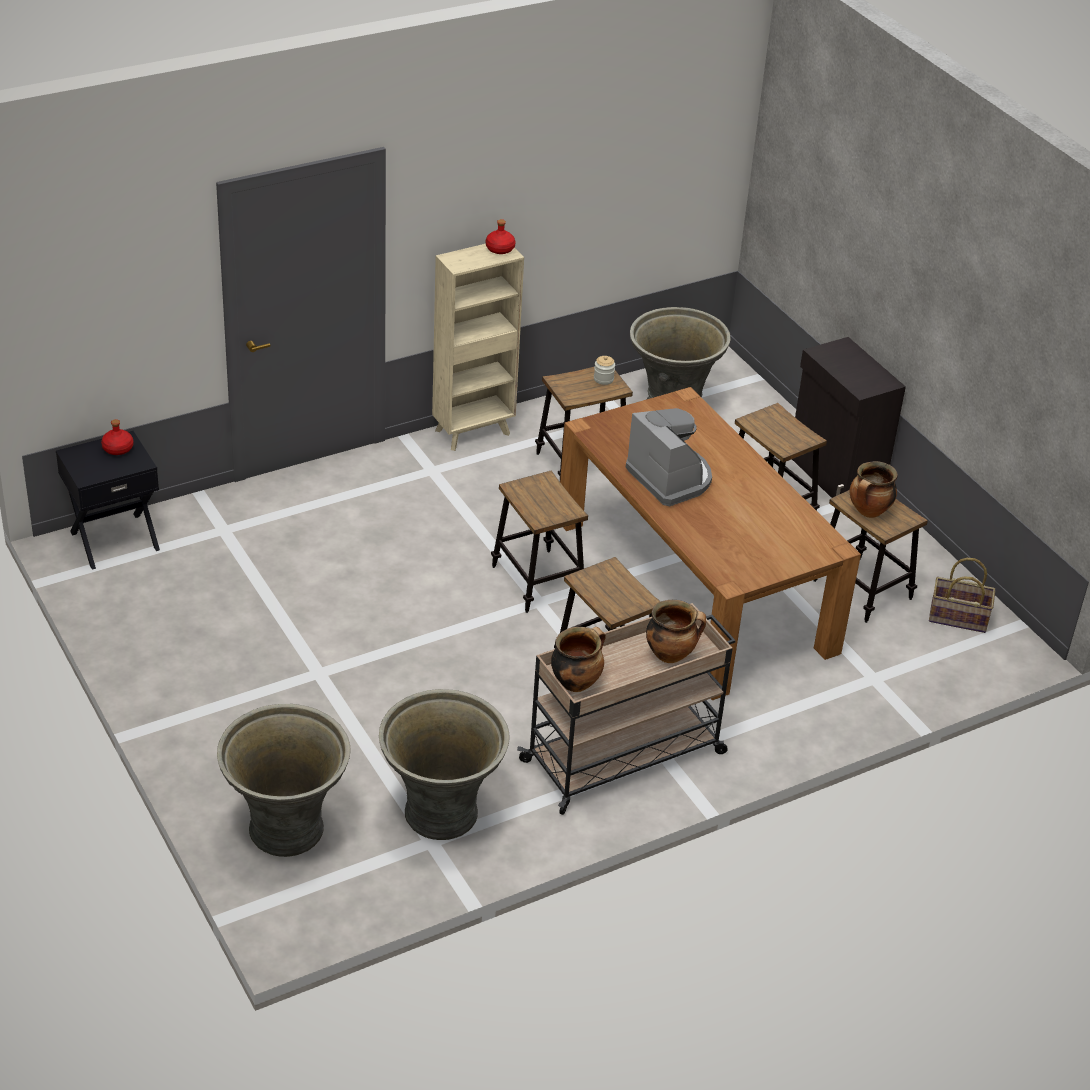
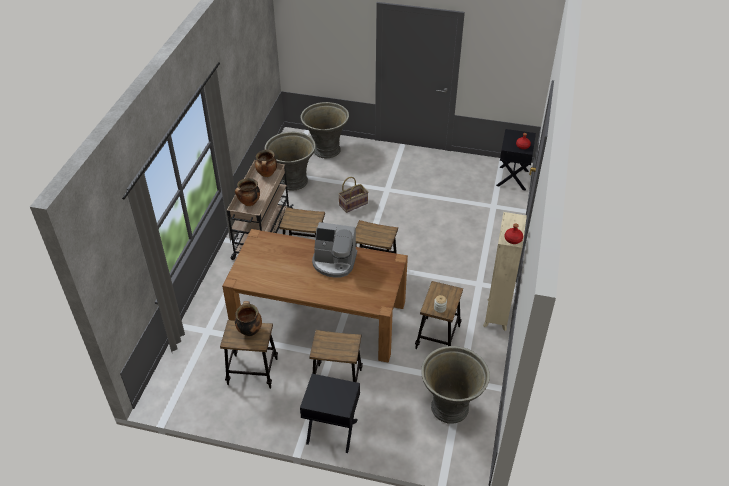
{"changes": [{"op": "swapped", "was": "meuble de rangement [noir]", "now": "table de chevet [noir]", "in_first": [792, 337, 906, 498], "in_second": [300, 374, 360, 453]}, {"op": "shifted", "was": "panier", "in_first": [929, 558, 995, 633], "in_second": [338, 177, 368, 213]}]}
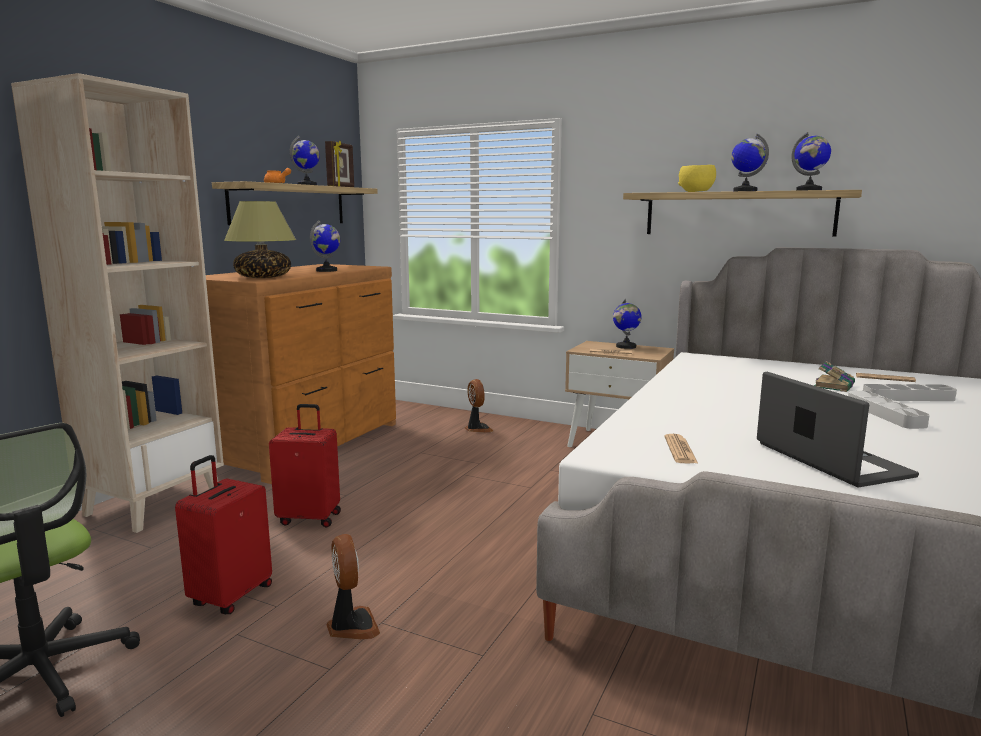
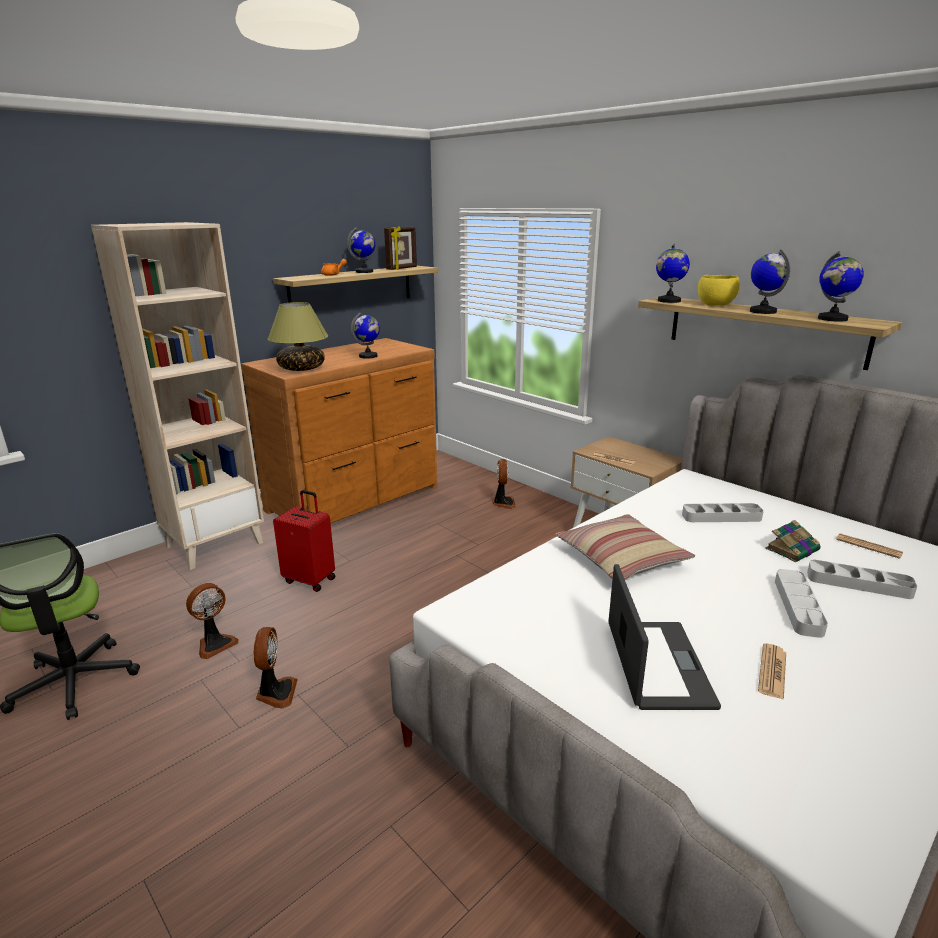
{"changes": [{"op": "swapped", "was": "valise [rouge]", "now": "ventilateur", "in_first": [175, 455, 272, 614], "in_second": [186, 583, 239, 659]}, {"op": "new", "now": "coussin", "in_second": [555, 514, 695, 580]}, {"op": "shifted", "was": "globe", "in_first": [613, 299, 641, 349], "in_second": [656, 243, 690, 303]}, {"op": "new", "now": "plateau [gris]", "in_second": [682, 503, 764, 522]}, {"op": "shifted", "was": "journal", "in_first": [664, 434, 698, 463], "in_second": [758, 644, 786, 700]}]}
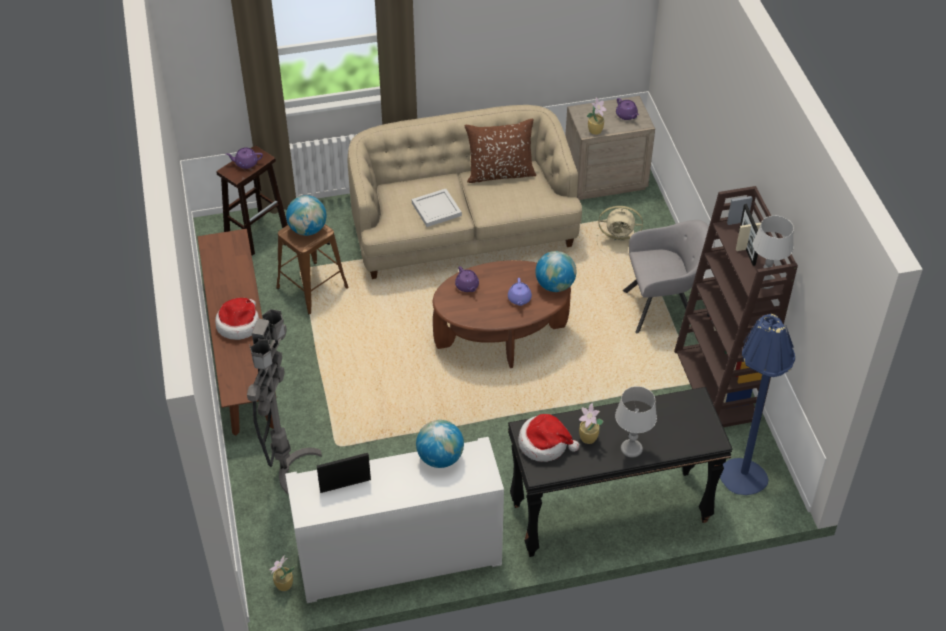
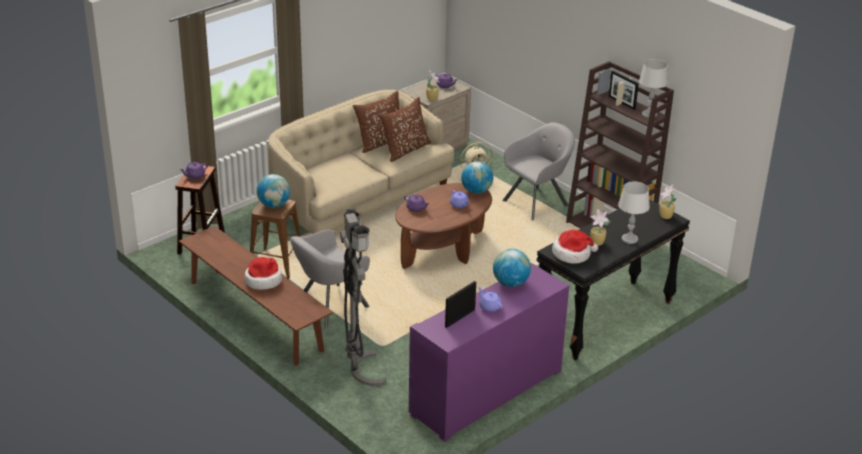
{"changes": [{"op": "new", "now": "fauteuil [gris]", "in_second": [290, 229, 370, 328]}, {"op": "new", "now": "coussin [marron]", "in_second": [379, 97, 431, 162]}, {"op": "repainted", "was": "meuble de rangement [blanc]", "now": "meuble de rangement [violet]", "in_first": [285, 437, 504, 603], "in_second": [409, 263, 569, 442]}, {"op": "new", "now": "théière [violet]", "in_second": [478, 287, 502, 312]}, {"op": "shifted", "was": "plante en pot", "in_first": [269, 555, 295, 591], "in_second": [659, 184, 676, 219]}, {"op": "gone", "was": "plateau [blanc]", "in_first": [412, 189, 462, 227]}, {"op": "gone", "was": "lampadaire [bleu]", "in_first": [720, 314, 795, 495]}]}
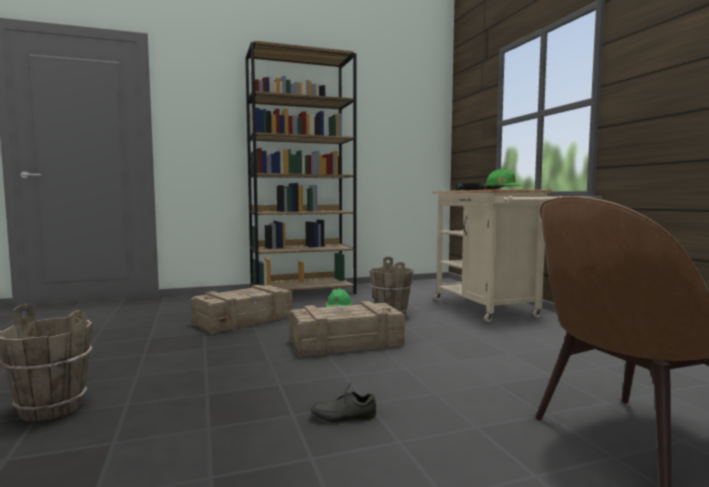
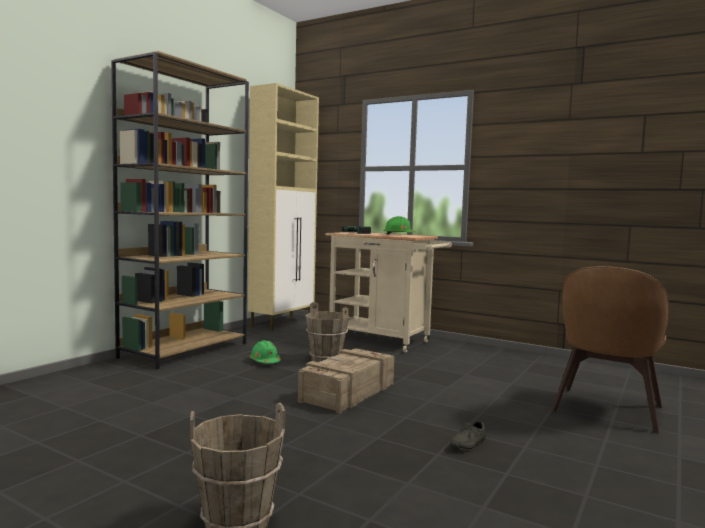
{"changes": [{"op": "new", "now": "meuble de rangement [beige]", "in_second": [248, 83, 319, 331]}, {"op": "gone", "was": "caisse", "in_first": [191, 285, 292, 334]}]}
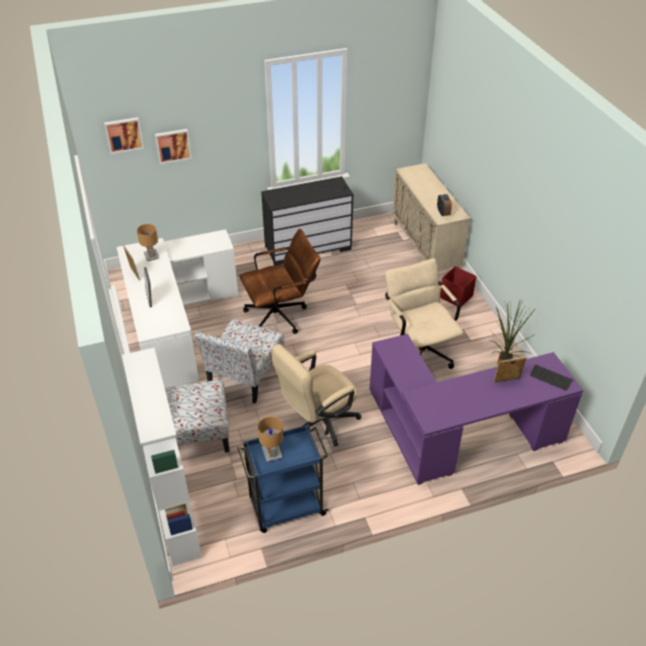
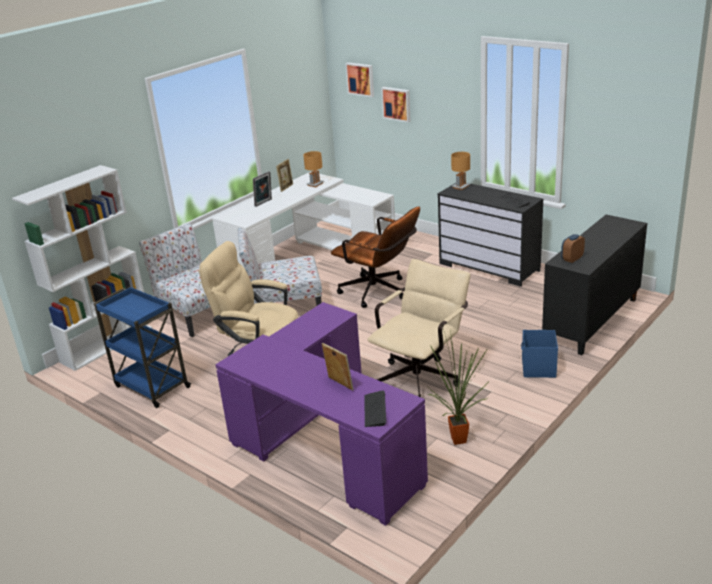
{"changes": [{"op": "shifted", "was": "lampe de table [marron]", "in_first": [258, 416, 283, 462], "in_second": [451, 152, 470, 190]}, {"op": "repainted", "was": "boîte de rangement [rouge]", "now": "boîte de rangement [bleu]", "in_first": [440, 266, 476, 307], "in_second": [521, 330, 558, 378]}, {"op": "repainted", "was": "meuble de rangement [beige]", "now": "meuble de rangement [noir]", "in_first": [392, 163, 470, 270], "in_second": [542, 215, 647, 355]}]}
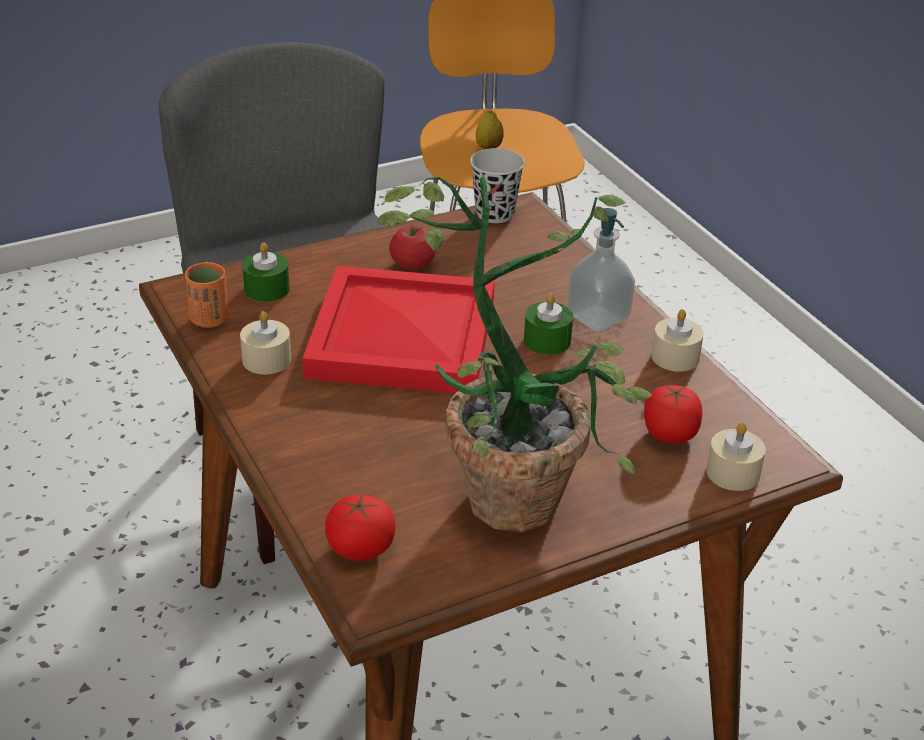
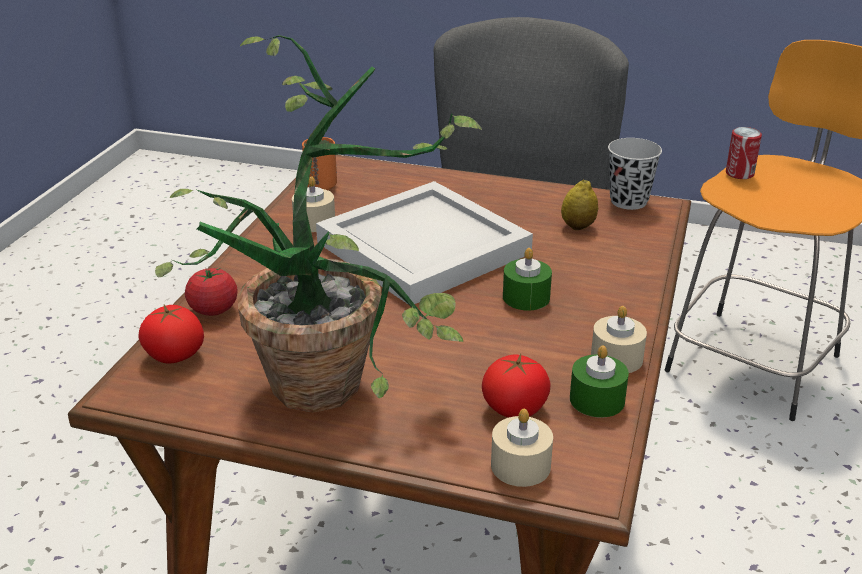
{"changes": [{"op": "shifted", "was": "tomate", "in_first": [389, 224, 436, 270], "in_second": [185, 268, 238, 316]}, {"op": "repainted", "was": "plateau [rouge]", "now": "plateau [blanc]", "in_first": [302, 266, 495, 393], "in_second": [316, 181, 533, 304]}, {"op": "shifted", "was": "citron", "in_first": [476, 111, 504, 149], "in_second": [561, 179, 598, 230]}, {"op": "shifted", "was": "bougie [vert]", "in_first": [242, 242, 290, 302], "in_second": [570, 345, 629, 418]}, {"op": "new", "now": "boîte métallique", "in_second": [726, 127, 762, 179]}, {"op": "gone", "was": "distributeur de savon", "in_first": [567, 208, 635, 332]}]}
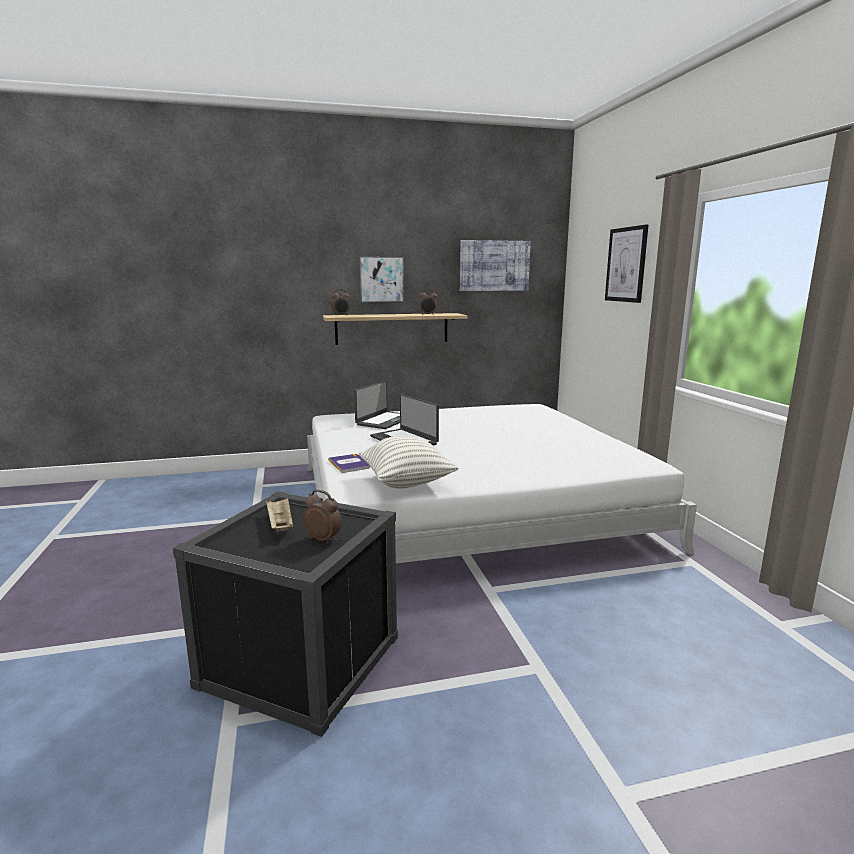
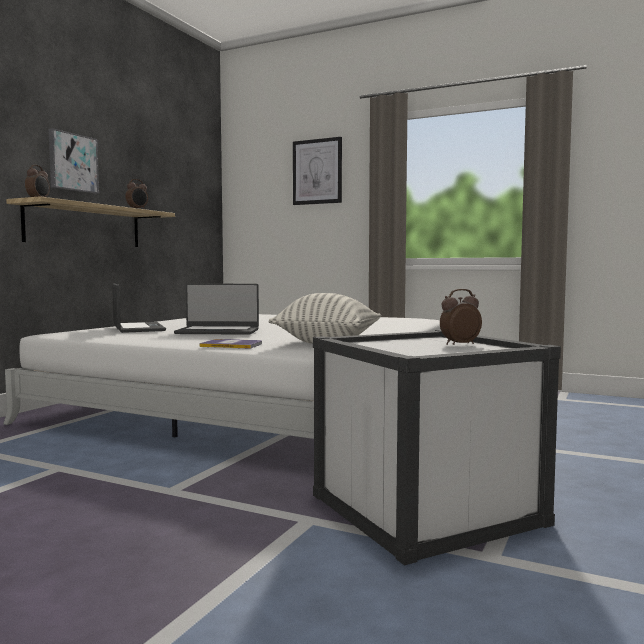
{"changes": [{"op": "repainted", "was": "boîte de rangement [noir]", "now": "boîte de rangement [blanc]", "in_first": [173, 491, 398, 737], "in_second": [313, 330, 561, 565]}, {"op": "gone", "was": "plateau [beige]", "in_first": [266, 498, 293, 531]}, {"op": "gone", "was": "tableau", "in_first": [460, 240, 531, 291]}]}
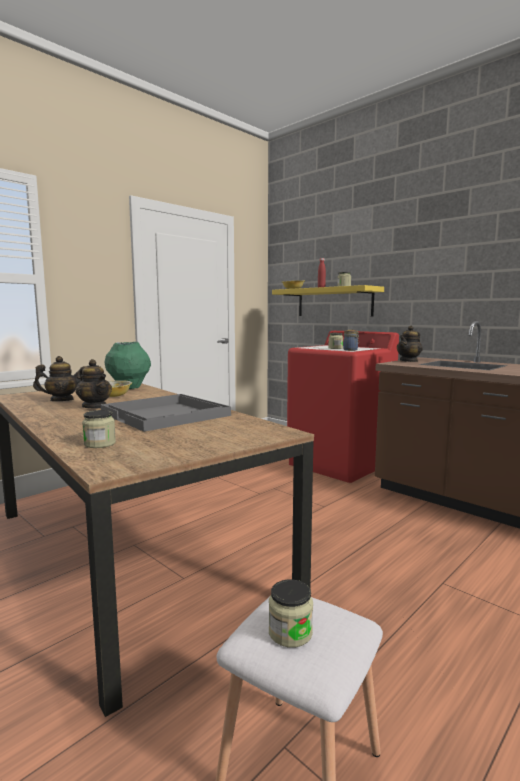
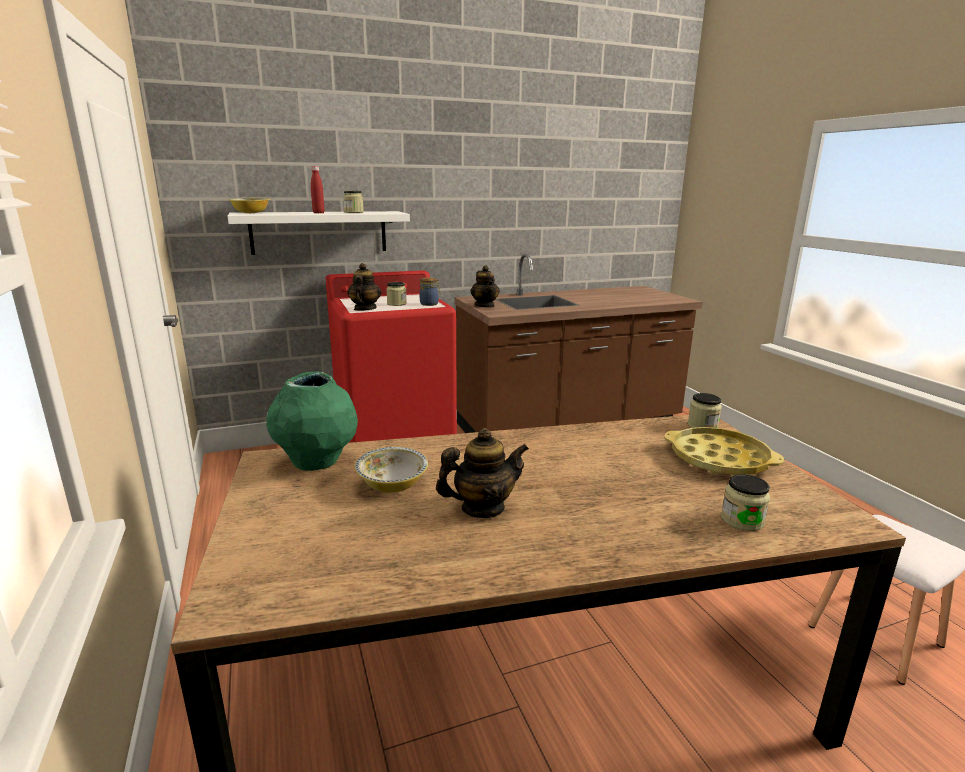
{"changes": [{"op": "repainted", "was": "étagère [jaune]", "now": "étagère [blanc]", "in_first": [272, 285, 384, 316], "in_second": [228, 211, 410, 255]}, {"op": "shifted", "was": "théière", "in_first": [33, 356, 81, 401], "in_second": [347, 263, 382, 311]}, {"op": "new", "now": "plateau [jaune]", "in_second": [664, 427, 784, 476]}, {"op": "shifted", "was": "bocal", "in_first": [269, 579, 313, 648], "in_second": [688, 393, 722, 428]}, {"op": "gone", "was": "plateau [gris]", "in_first": [101, 394, 231, 432]}]}
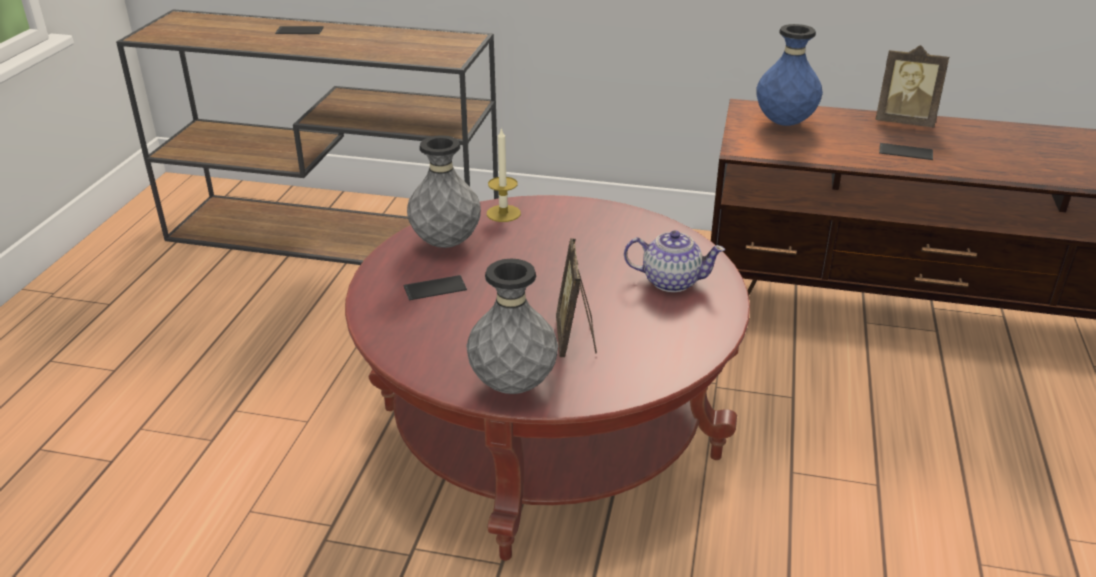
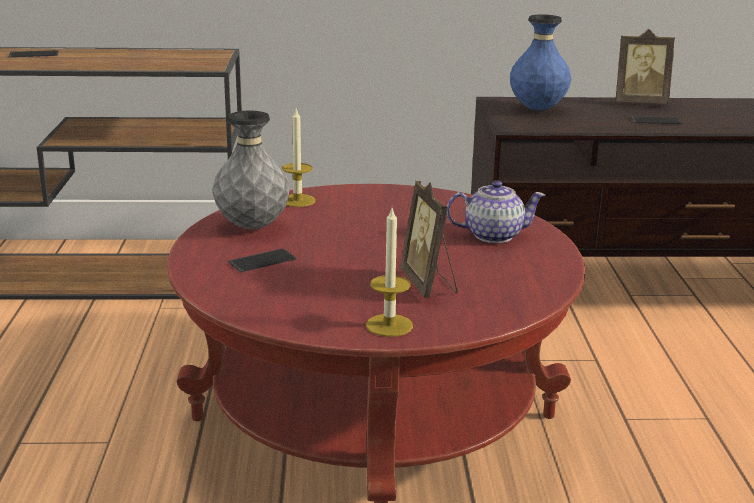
{"changes": [{"op": "swapped", "was": "vase [gris]", "now": "bougie", "in_first": [466, 259, 558, 394], "in_second": [366, 209, 413, 337]}]}
